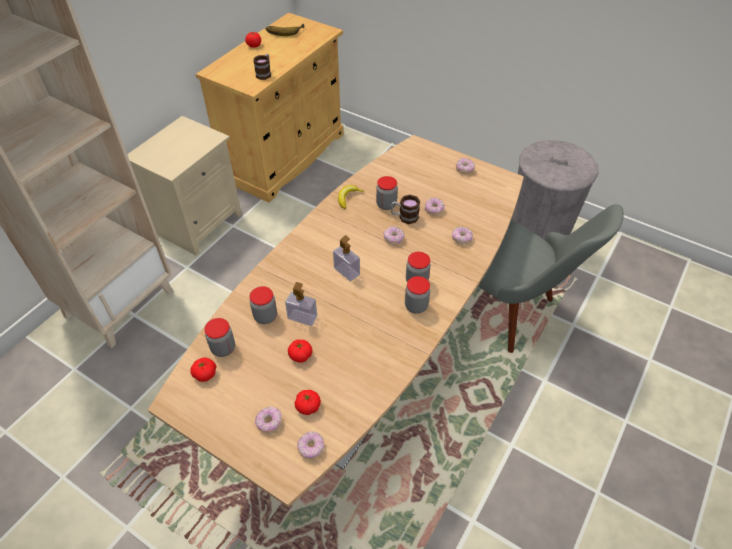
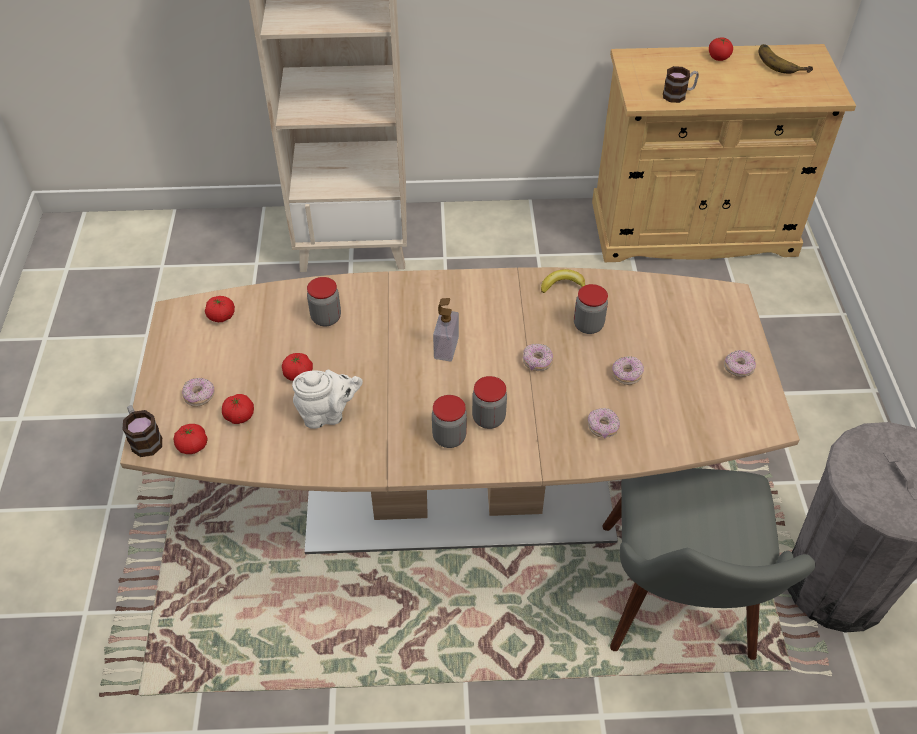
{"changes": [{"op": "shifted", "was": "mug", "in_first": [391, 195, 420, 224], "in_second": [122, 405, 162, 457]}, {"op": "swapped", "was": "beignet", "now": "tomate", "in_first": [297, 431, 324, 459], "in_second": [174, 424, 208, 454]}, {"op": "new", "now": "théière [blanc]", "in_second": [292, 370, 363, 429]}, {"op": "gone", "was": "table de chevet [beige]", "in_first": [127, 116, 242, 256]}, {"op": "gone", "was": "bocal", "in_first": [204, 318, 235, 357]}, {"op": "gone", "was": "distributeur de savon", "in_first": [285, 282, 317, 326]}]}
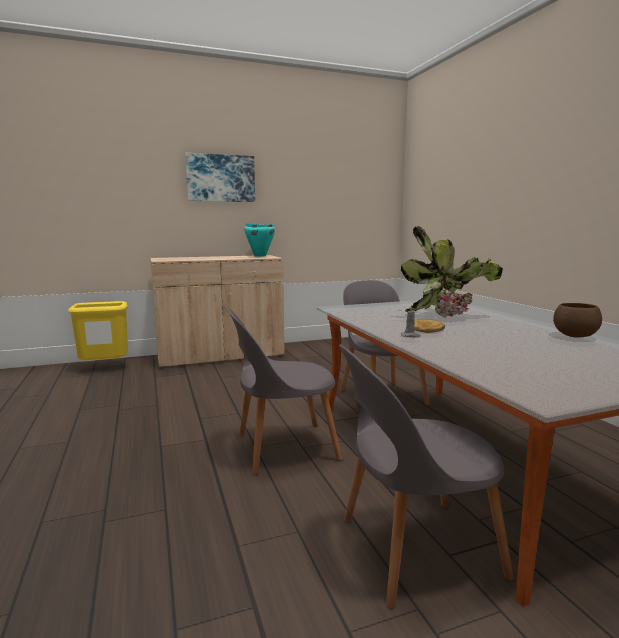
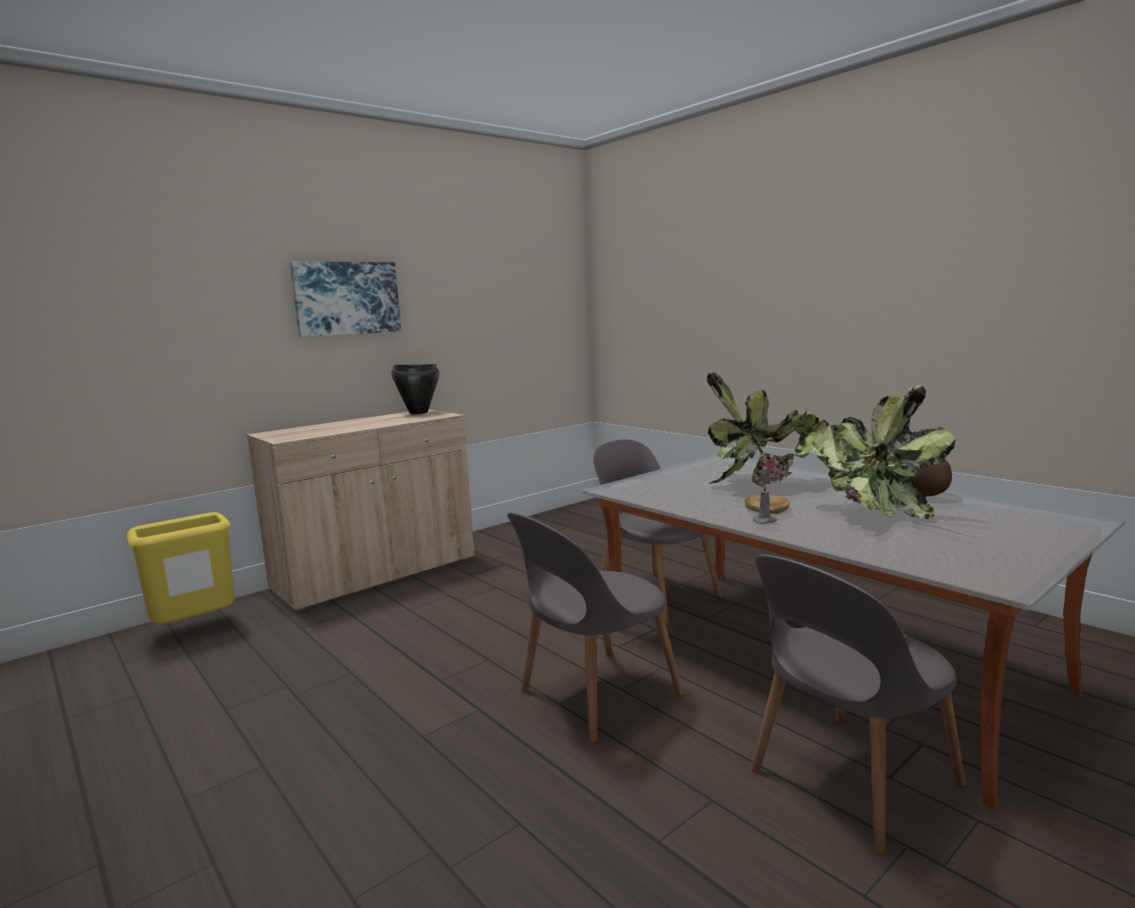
{"changes": [{"op": "repainted", "was": "marmite [turquoise]", "now": "marmite [noir]", "in_first": [244, 223, 275, 257], "in_second": [392, 364, 439, 414]}, {"op": "new", "now": "plante en pot", "in_second": [794, 385, 956, 519]}]}
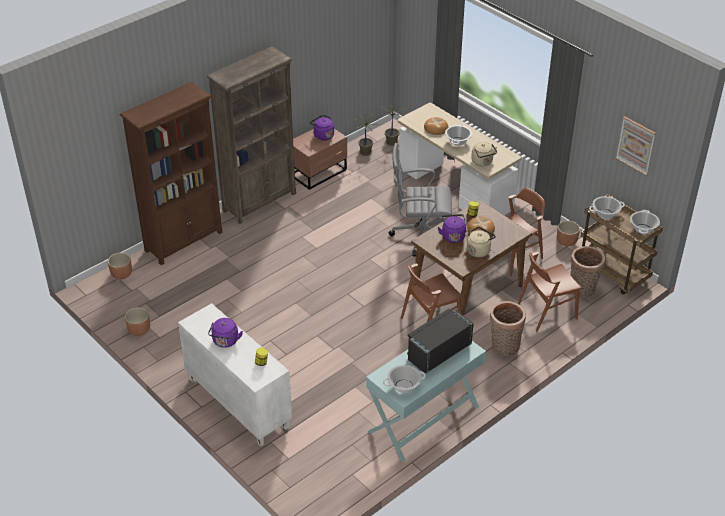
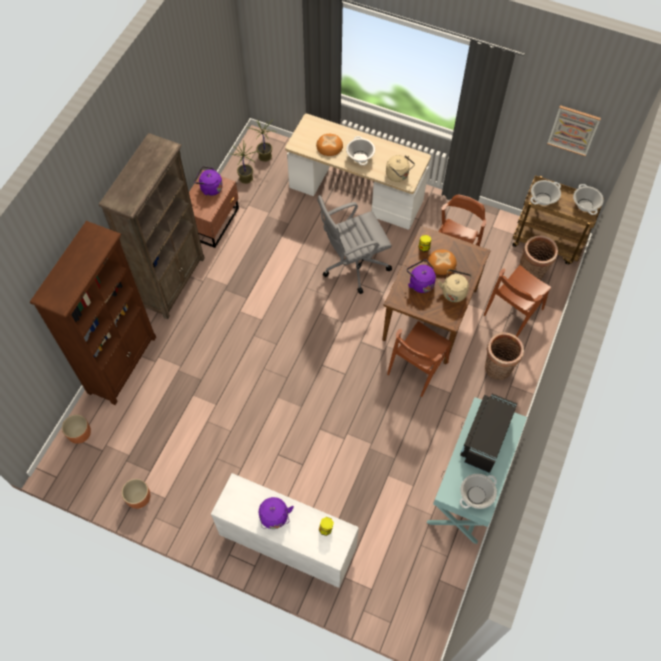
{"changes": [{"op": "gone", "was": "cache-pot [marron]", "in_first": [557, 221, 580, 247]}]}
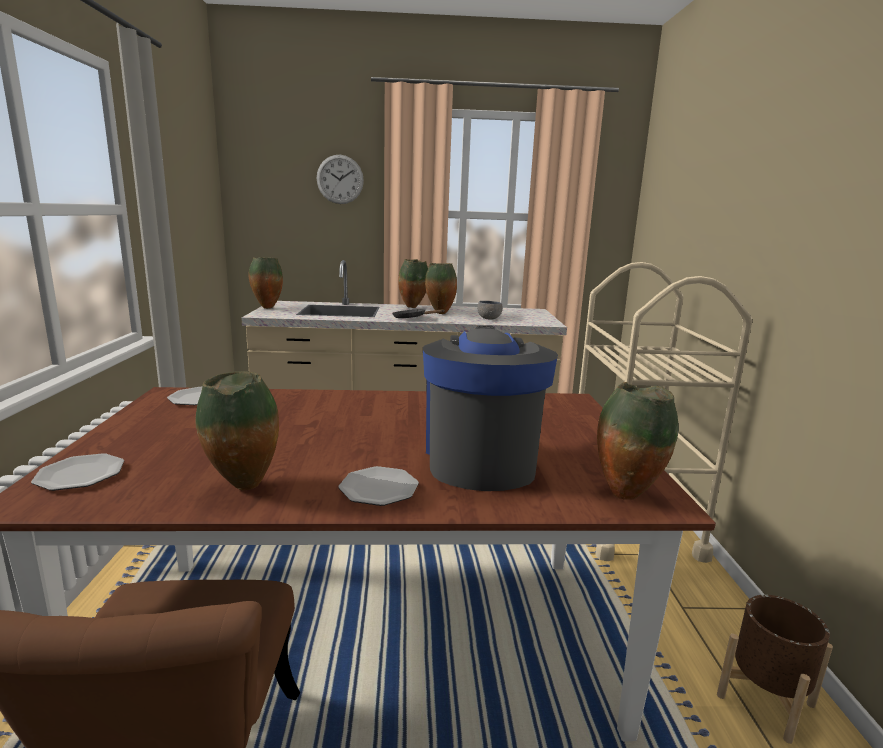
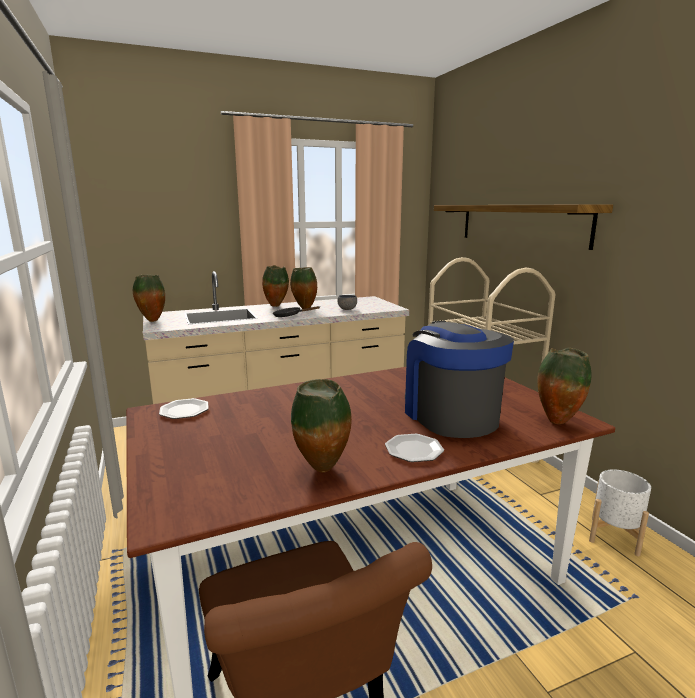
{"changes": [{"op": "new", "now": "étagère", "in_second": [434, 205, 613, 250]}, {"op": "repainted", "was": "cache-pot [marron]", "now": "cache-pot [blanc]", "in_first": [717, 595, 833, 744], "in_second": [589, 469, 651, 556]}, {"op": "gone", "was": "assiette", "in_first": [31, 453, 124, 491]}, {"op": "gone", "was": "horloge murale", "in_first": [317, 155, 364, 204]}]}
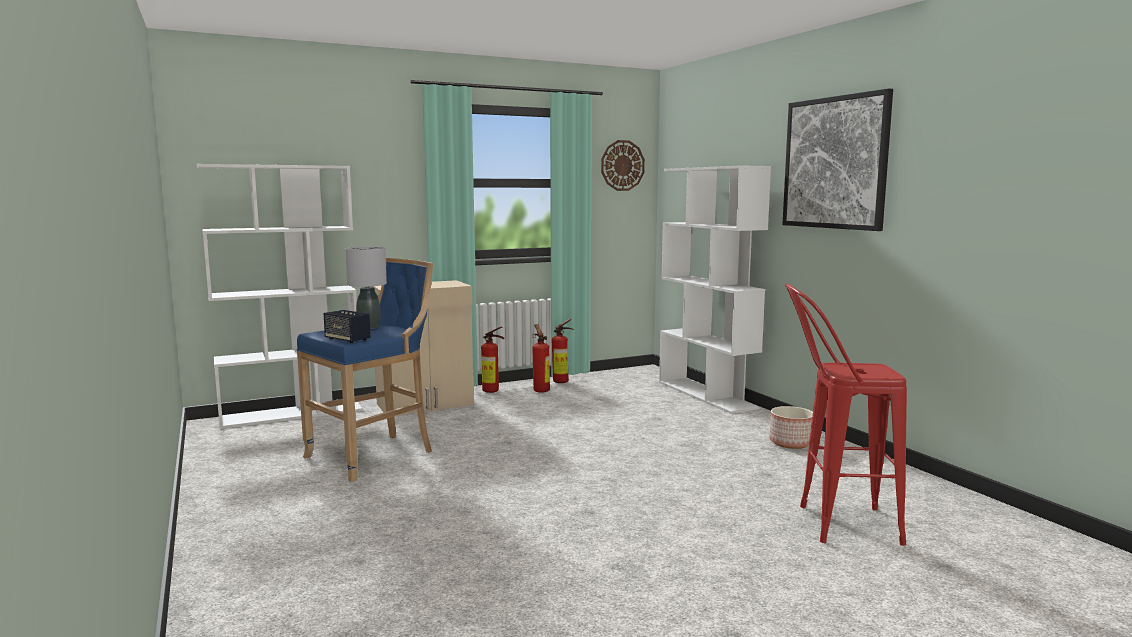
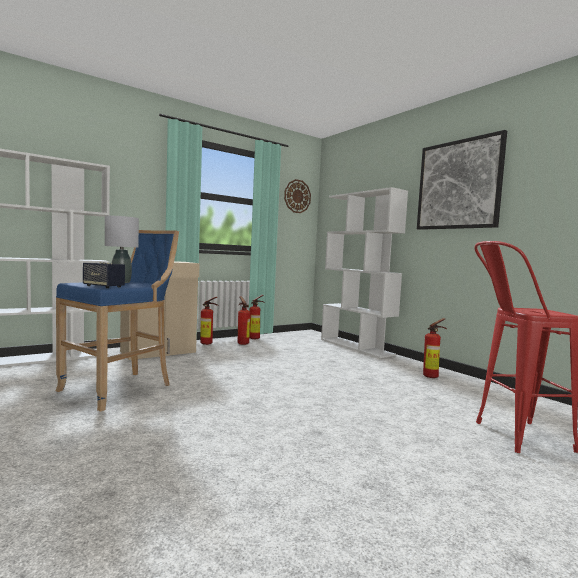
{"changes": [{"op": "swapped", "was": "cache-pot", "now": "extincteur", "in_first": [769, 406, 813, 449], "in_second": [423, 318, 447, 378]}]}
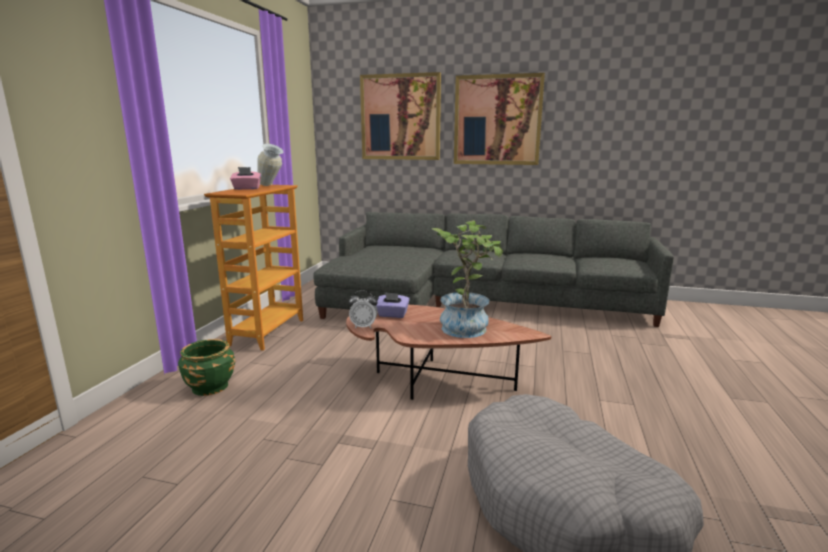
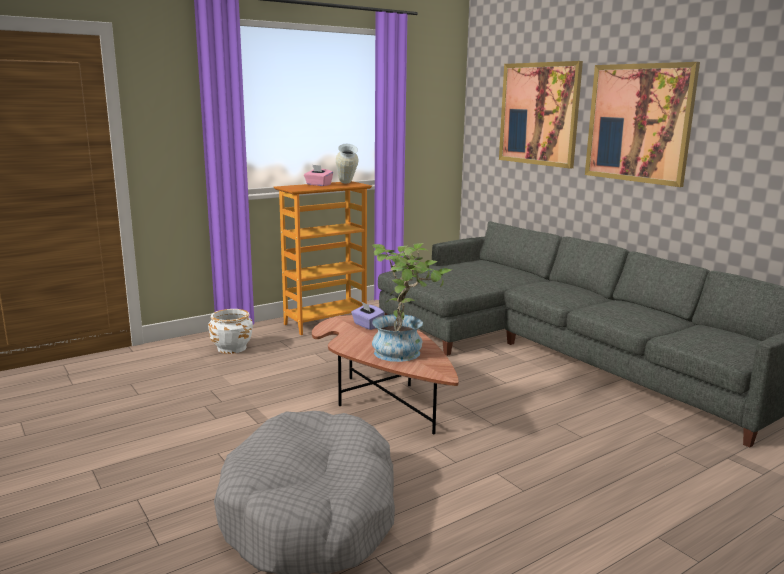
{"changes": [{"op": "repainted", "was": "cache-pot [vert]", "now": "cache-pot [blanc]", "in_first": [178, 339, 235, 396], "in_second": [208, 309, 253, 354]}, {"op": "gone", "was": "réveil", "in_first": [349, 291, 378, 329]}]}
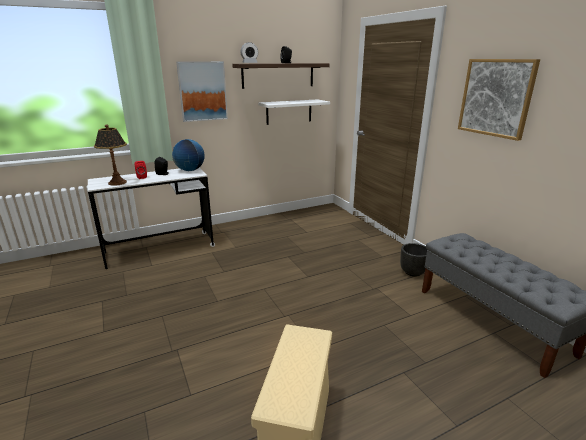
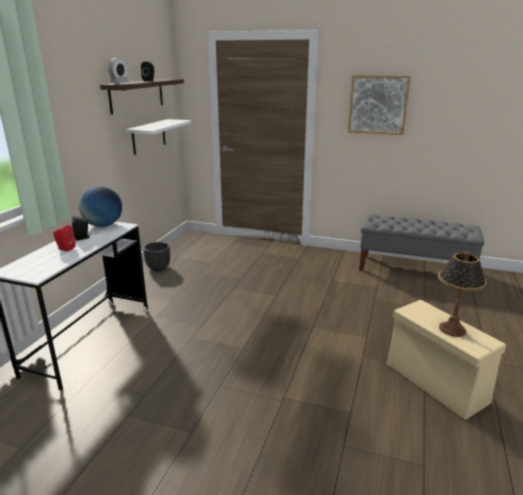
{"changes": [{"op": "shifted", "was": "cache-pot [noir]", "in_first": [400, 243, 427, 277], "in_second": [143, 242, 170, 271]}, {"op": "shifted", "was": "lampe de table", "in_first": [94, 125, 127, 186], "in_second": [438, 251, 487, 337]}, {"op": "gone", "was": "tableau", "in_first": [176, 61, 228, 122]}]}
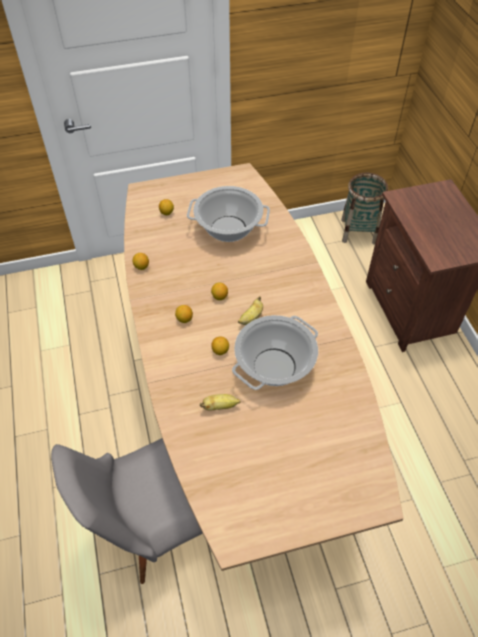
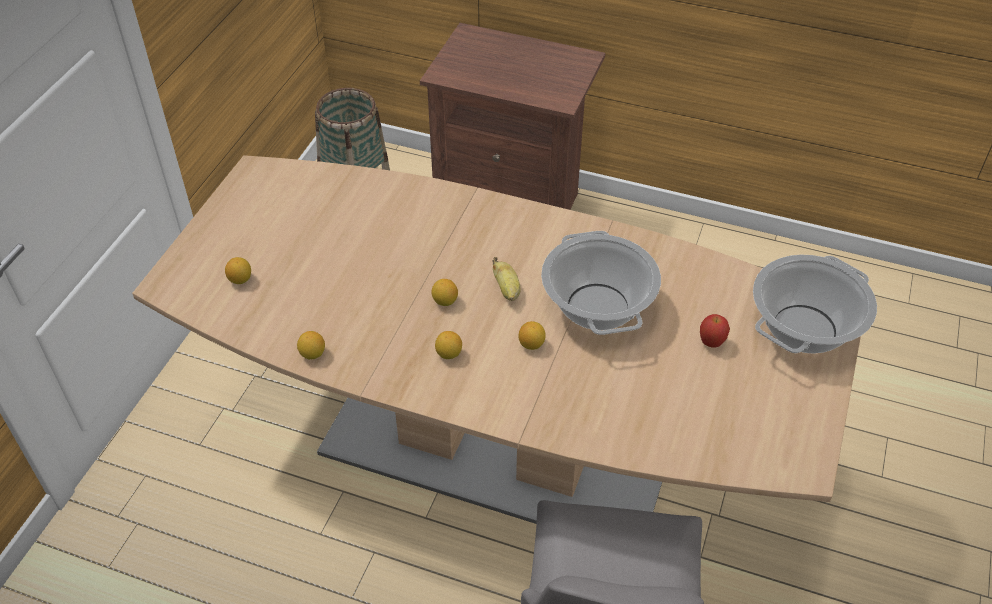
{"changes": [{"op": "new", "now": "pomme", "in_second": [700, 314, 730, 348]}, {"op": "shifted", "was": "marmite", "in_first": [187, 186, 270, 242], "in_second": [753, 255, 877, 354]}, {"op": "gone", "was": "banane", "in_first": [200, 394, 241, 411]}]}
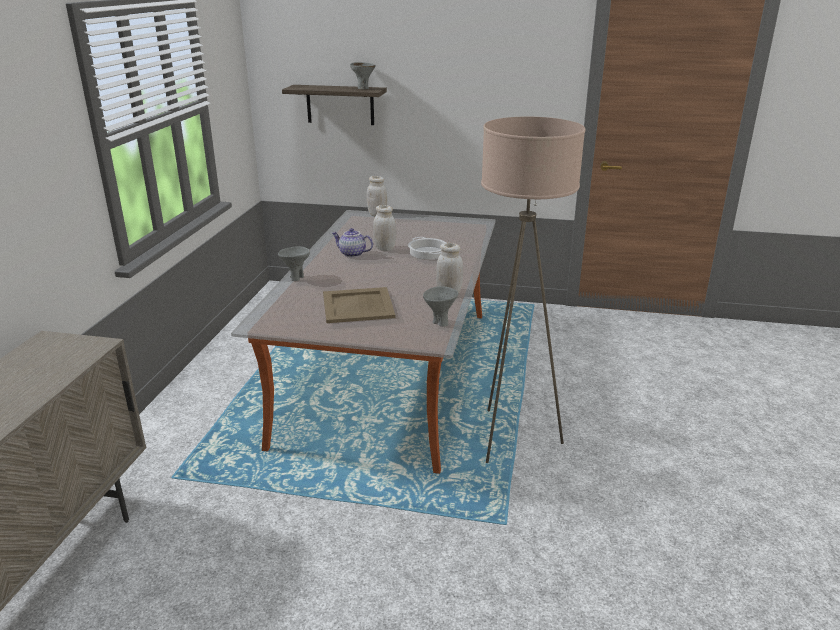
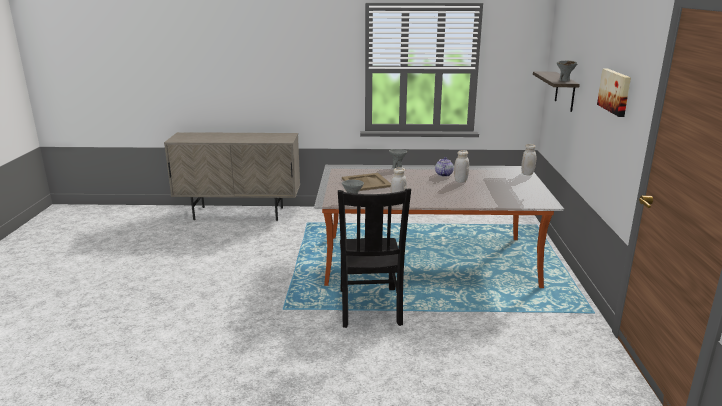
{"changes": [{"op": "swapped", "was": "lampadaire [beige]", "now": "chaise [noir]", "in_first": [481, 117, 585, 463], "in_second": [338, 188, 411, 328]}, {"op": "new", "now": "tableau", "in_second": [597, 68, 631, 117]}, {"op": "gone", "was": "marmite", "in_first": [408, 237, 446, 260]}]}
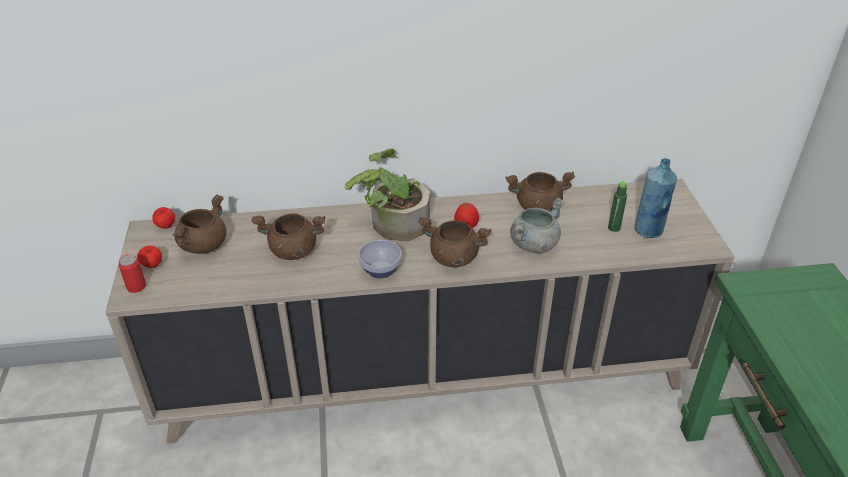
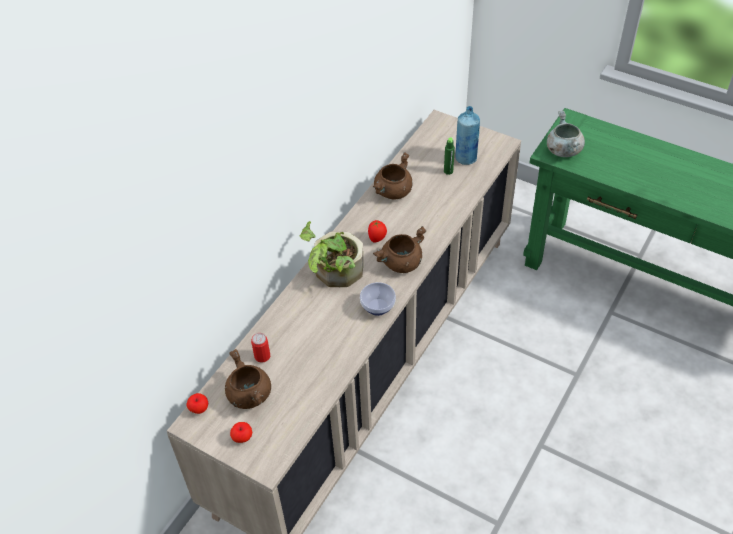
{"changes": [{"op": "shifted", "was": "boîte métallique", "in_first": [119, 254, 146, 293], "in_second": [251, 333, 270, 363]}, {"op": "shifted", "was": "marmite [gris]", "in_first": [510, 198, 565, 253], "in_second": [547, 111, 585, 157]}, {"op": "gone", "was": "marmite [marron]", "in_first": [251, 213, 325, 260]}]}
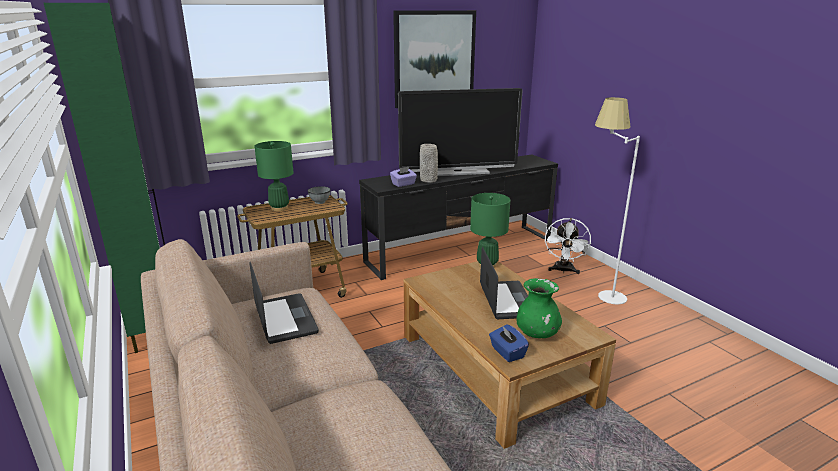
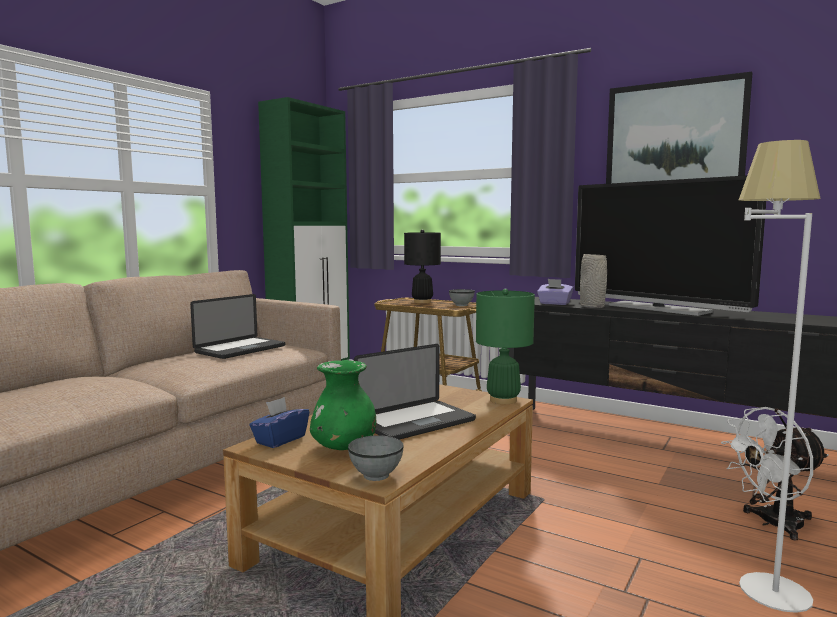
{"changes": [{"op": "new", "now": "bol [gris]", "in_second": [348, 435, 403, 481]}, {"op": "repainted", "was": "lampe de table [vert]", "now": "lampe de table [noir]", "in_first": [254, 141, 294, 211], "in_second": [404, 230, 441, 303]}]}
